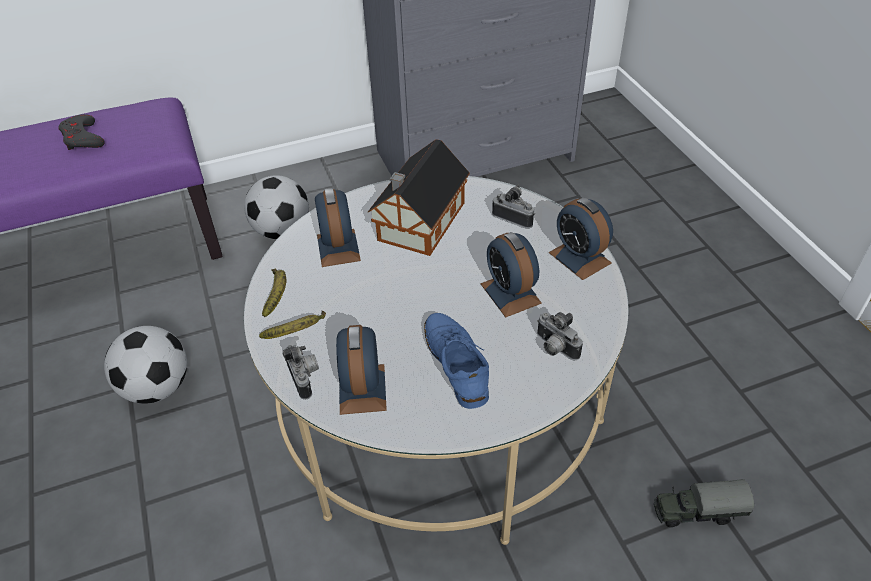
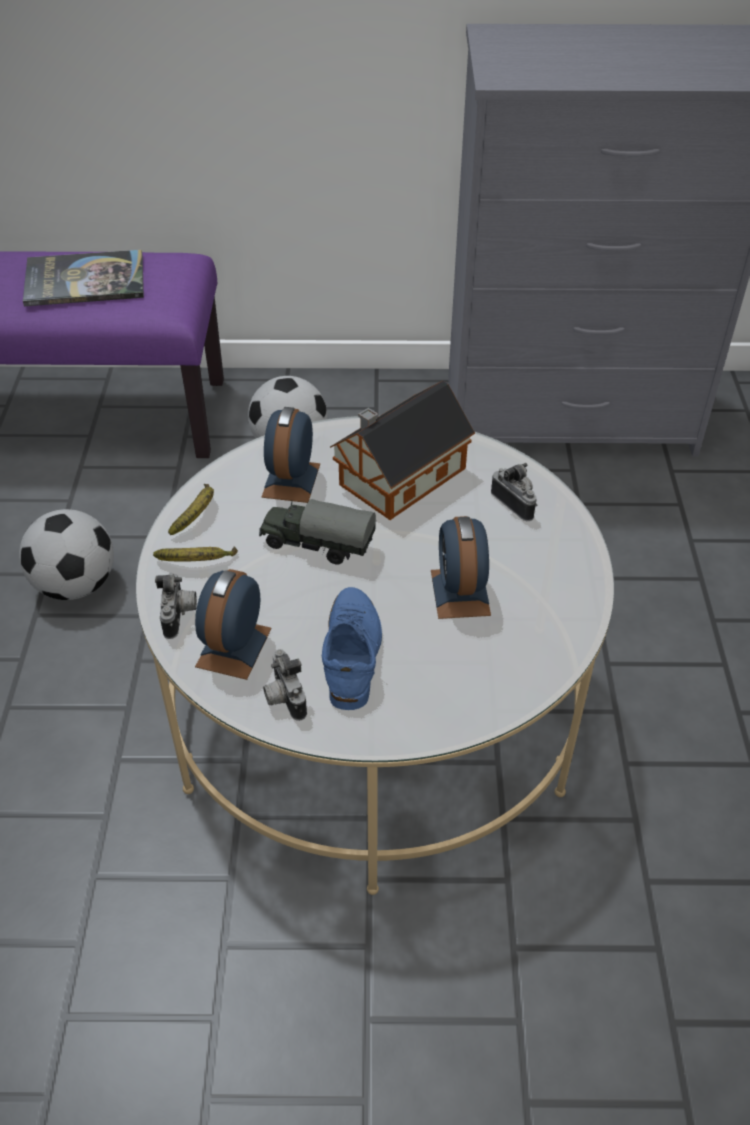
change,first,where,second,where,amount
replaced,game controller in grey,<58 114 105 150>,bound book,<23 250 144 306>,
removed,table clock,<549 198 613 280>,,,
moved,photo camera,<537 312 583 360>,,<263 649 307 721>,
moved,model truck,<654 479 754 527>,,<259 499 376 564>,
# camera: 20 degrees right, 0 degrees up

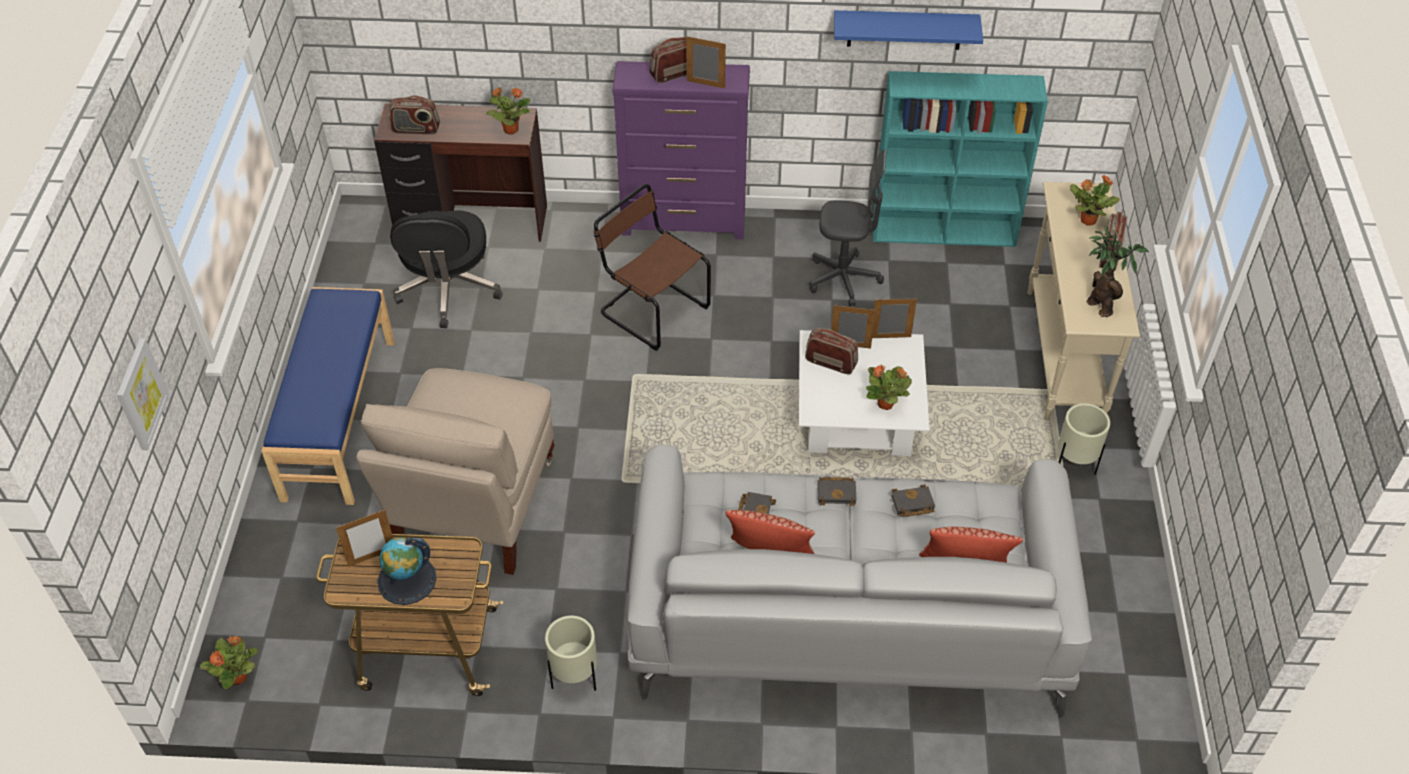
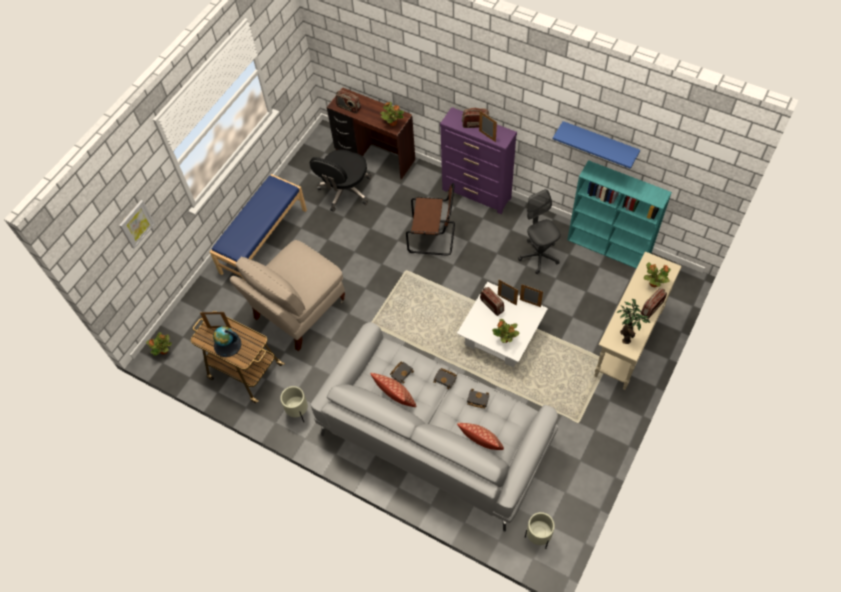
change,first,where,second,where,amount
turned,desk chair in grey,<810 149 886 306>,,<518 189 561 274>,150 degrees counterclockwise
turned,upright chair in brownish,<593 184 711 351>,,<406 183 455 256>,120 degrees clockwise
moved,plant pot in sand-coloured,<1058 403 1110 475>,,<525 512 555 549>,
# camera: 30 degrees right, 10 degrees up

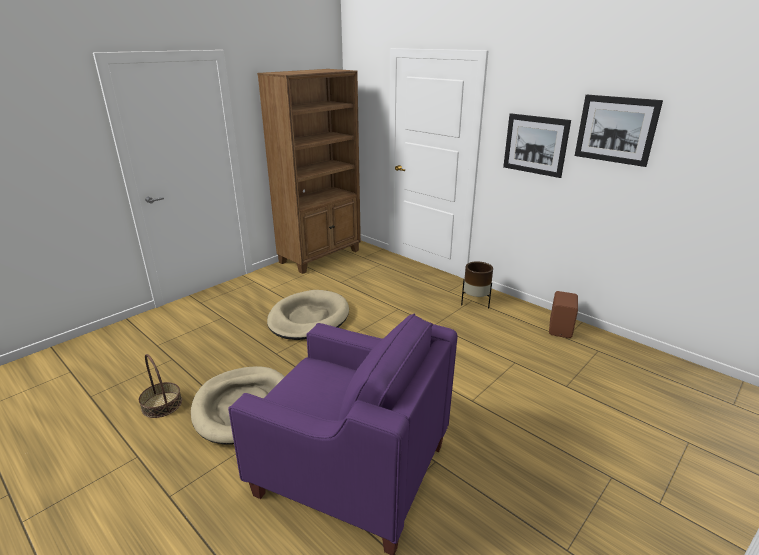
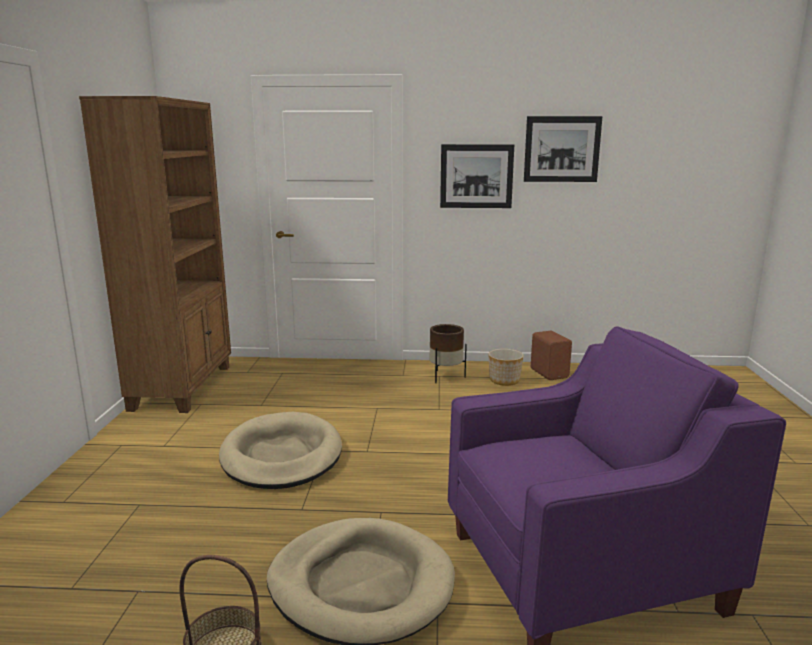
change,first,where,second,where,amount
added,,,plant pot,<488 349 524 386>,
# camera: 40 degrees left, 10 degrees down

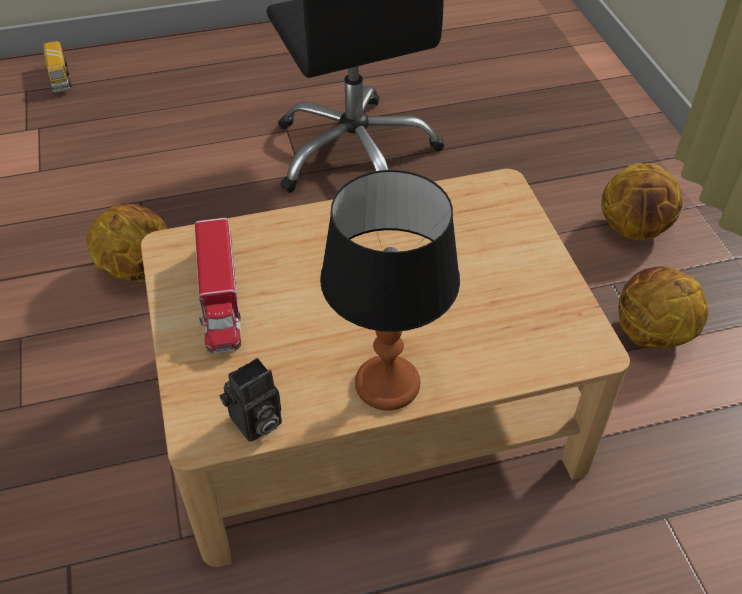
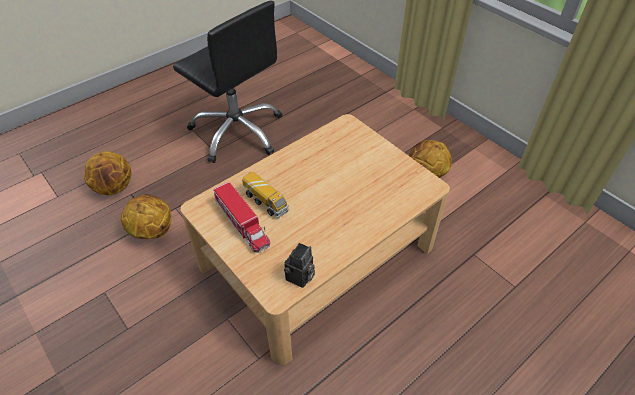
change,first,where,second,where,amount
moved,model truck,<43 41 72 93>,,<242 172 289 218>,
moved,ball for basketball,<601 163 683 240>,,<84 151 132 195>,
removed,table lamp,<320 170 460 411>,,,
# camera: 25 degrees left, 0 degrees up

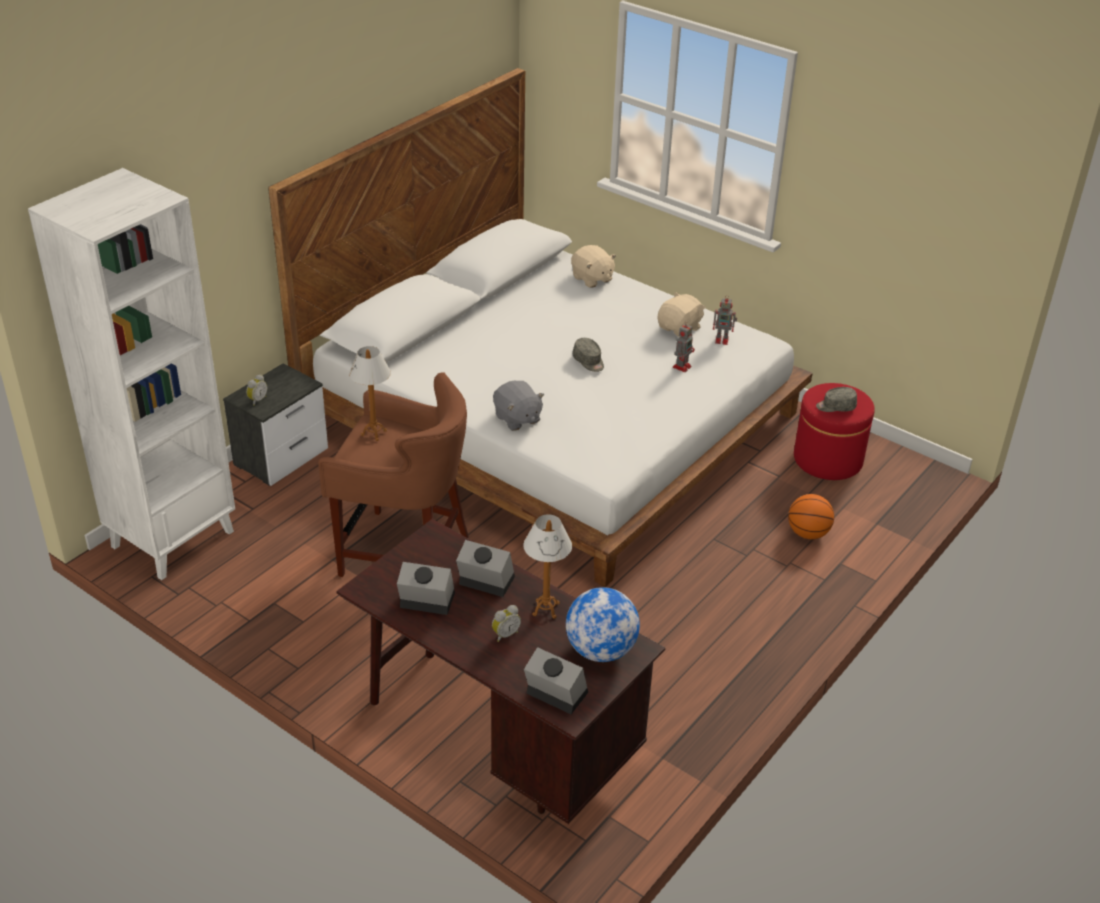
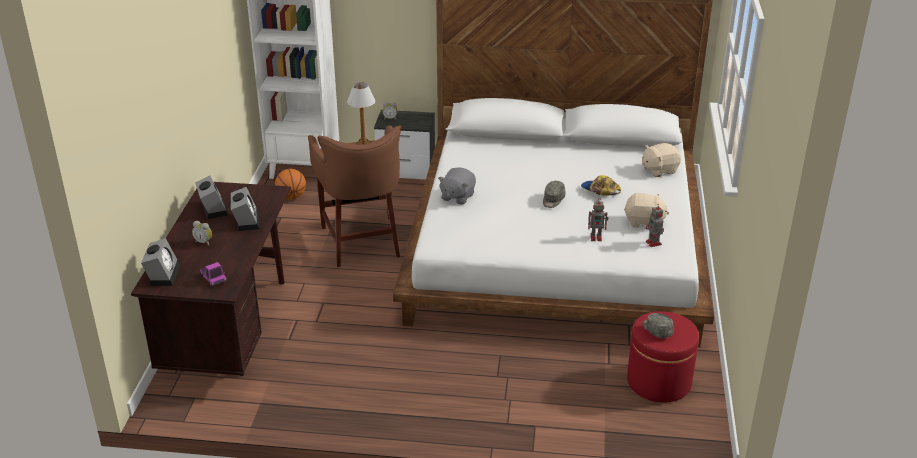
change,first,where,second,where,amount
turned,soft toy in sand-coloured,<571 245 616 288>,,<642 143 681 177>,45 degrees clockwise
moved,ball for basketball,<788 494 834 539>,,<275 169 306 199>,
removed,table lamp,<523 514 572 619>,,,
replaced,globe,<566 587 640 662>,model truck,<200 262 227 286>,
added,,,peaked cap,<581 175 621 196>,
# camera: 60 degrees right, 5 degrees down

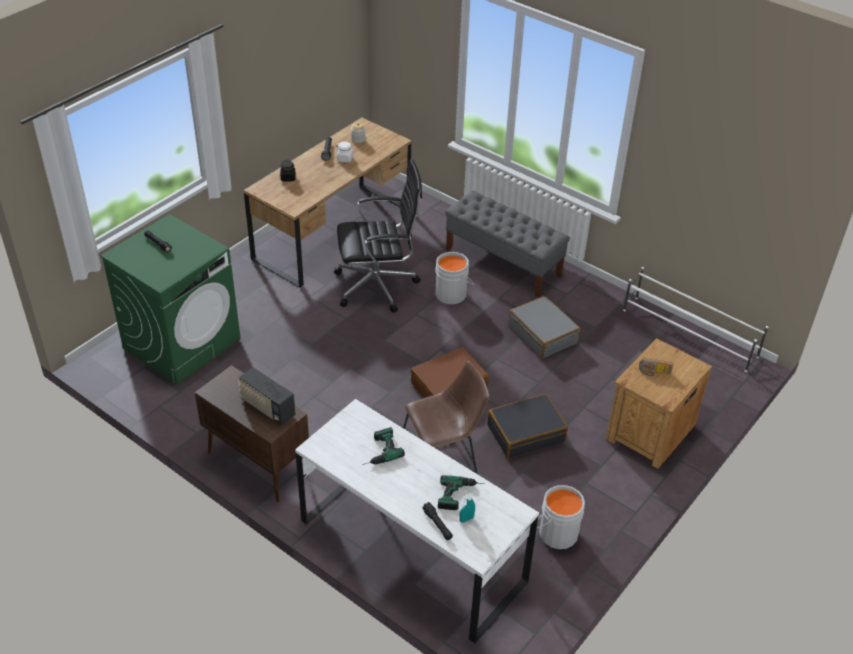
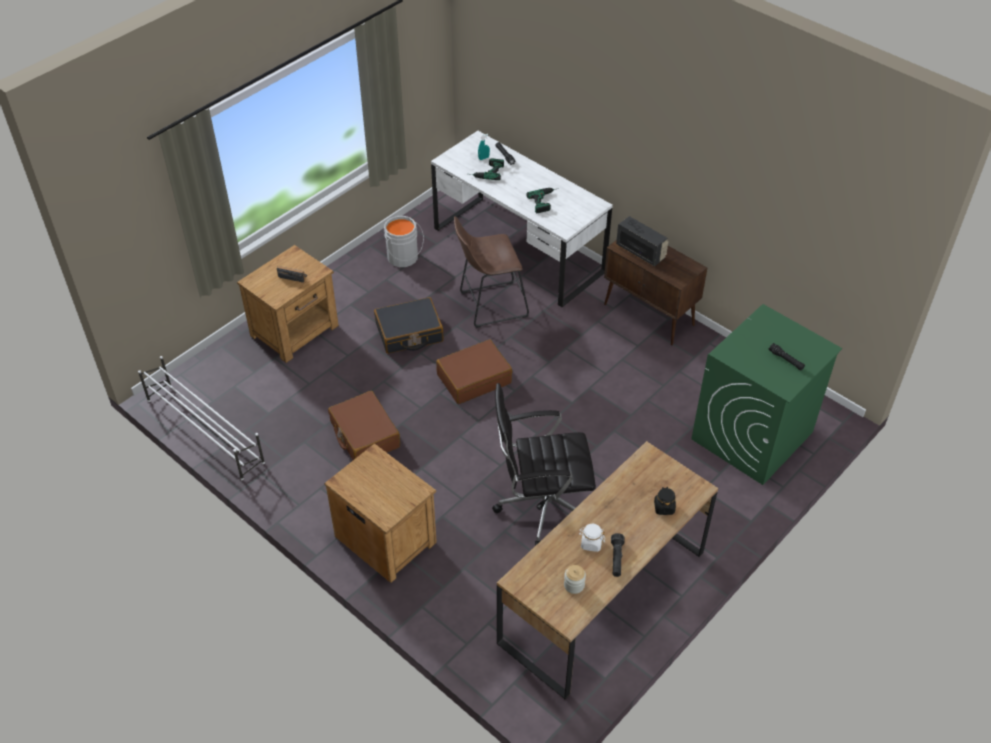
change,first,where,second,where,amount
replaced,indoor bench in grey,<445 191 570 297>,night table in brownish,<324 443 437 583>,
removed,pail in grey,<435 252 474 304>,,,
recoloured,piece of luggage in grey,<508 296 581 358>,piece of luggage in brownish,<328 391 400 460>,
# camera: 175 degrees left, 5 degrees up

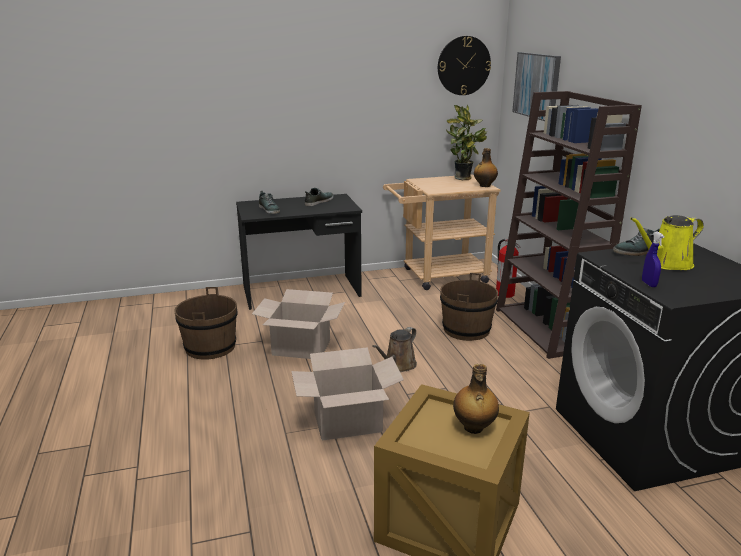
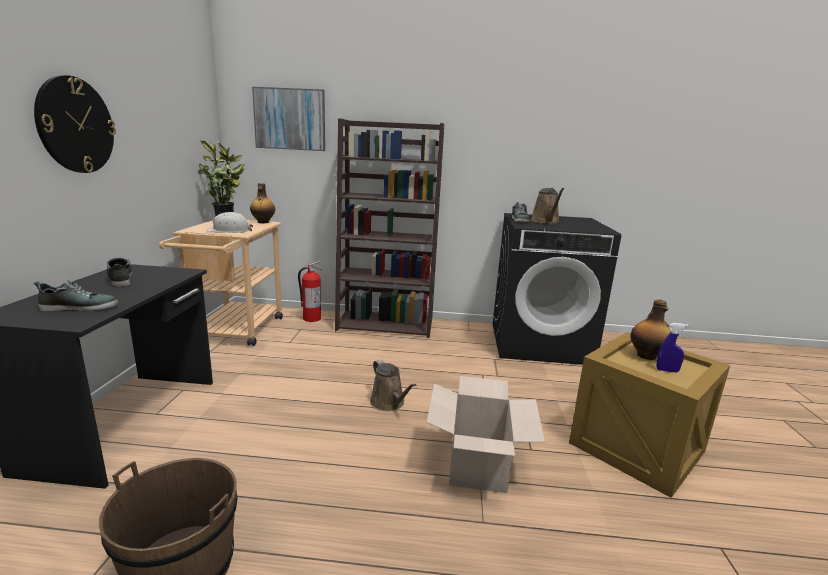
change,first,where,second,where,amount
moved,wall clock,<438 36 491 95>,,<34 75 116 173>,
recoloured,sprinkling can in yellowish,<630 215 704 270>,sprinkling can in brownish,<530 188 564 224>,
moved,sprayer in bluish,<642 231 665 287>,,<656 323 689 373>,
removed,pail in brownish,<440 273 498 341>,,,
removed,carton,<252 289 345 359>,,,
added,,,hard hat in white,<206 212 253 233>,
# camera: 70 degrees left, 5 degrees down

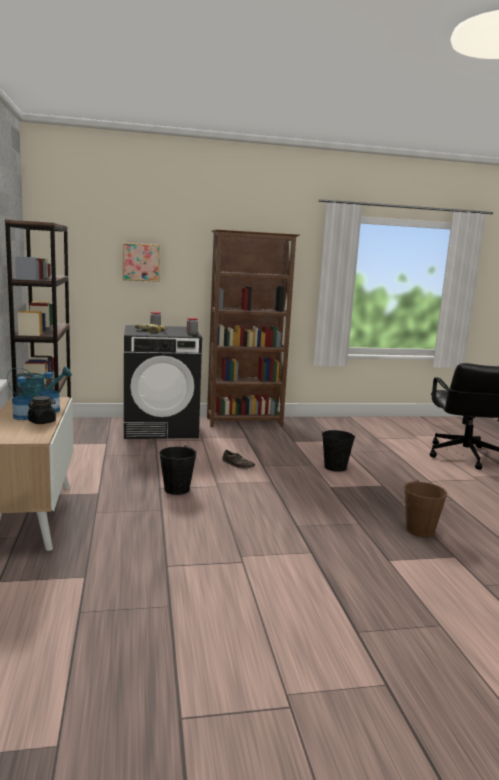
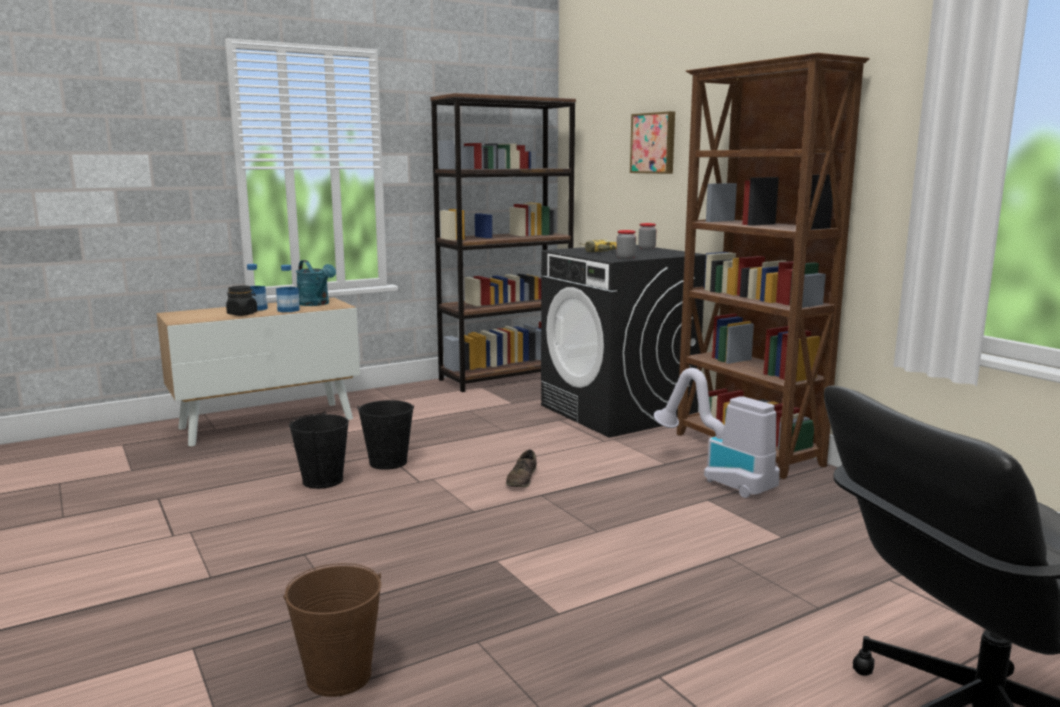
change,first,where,second,where,amount
moved,pail in black,<322 430 355 472>,,<289 411 349 489>,
added,,,hoover,<654 368 780 498>,
# camera: 70 degrees right, 0 degrees up

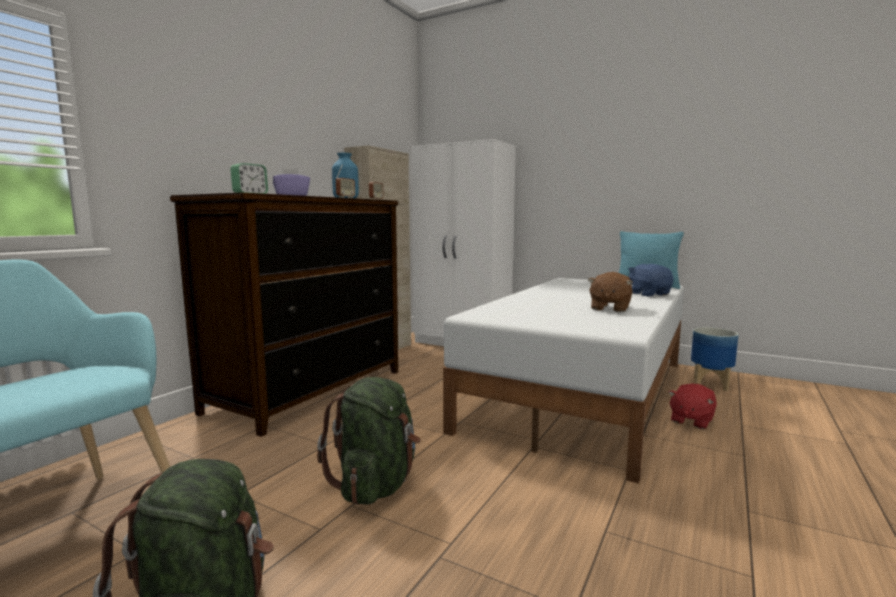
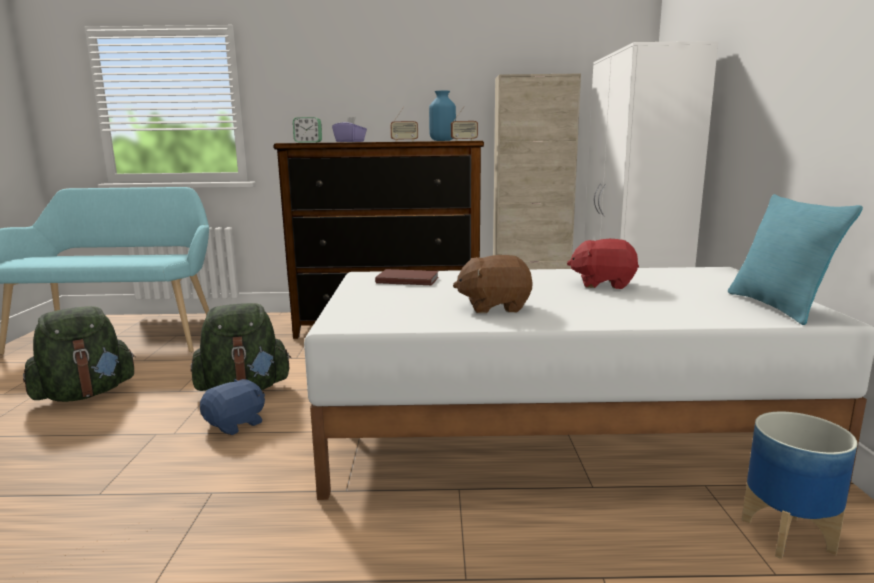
change,first,where,second,where,amount
moved,soft toy in bluish,<628 264 673 296>,,<200 379 265 435>,
moved,soft toy in red-coloured,<668 384 717 429>,,<567 239 639 289>,
added,,,bound book in brownish,<375 269 439 285>,
# camera: 60 degrees right, 5 degrees up

